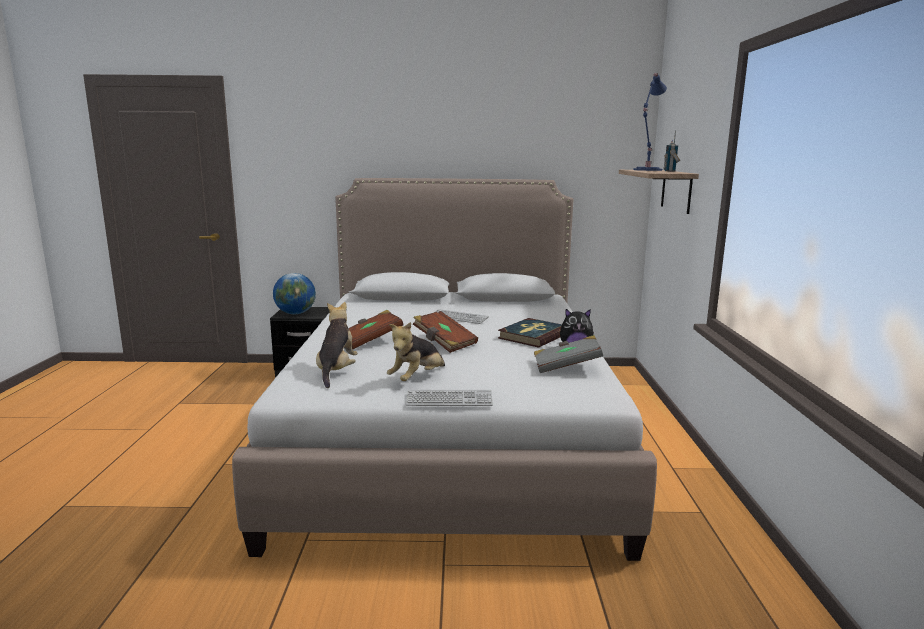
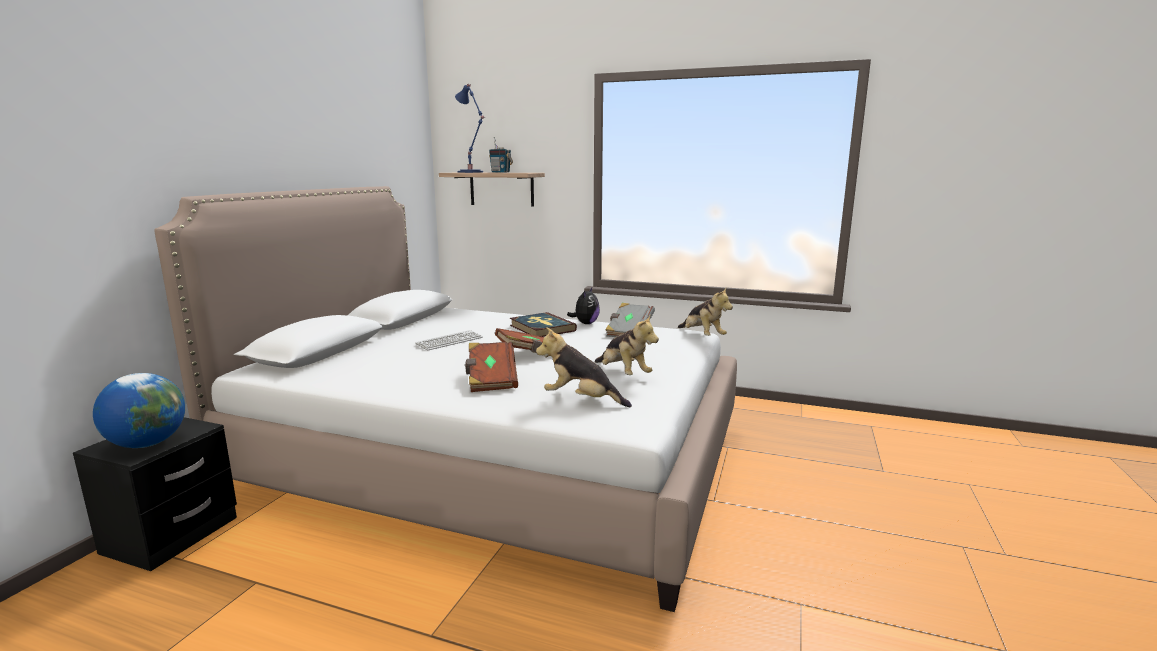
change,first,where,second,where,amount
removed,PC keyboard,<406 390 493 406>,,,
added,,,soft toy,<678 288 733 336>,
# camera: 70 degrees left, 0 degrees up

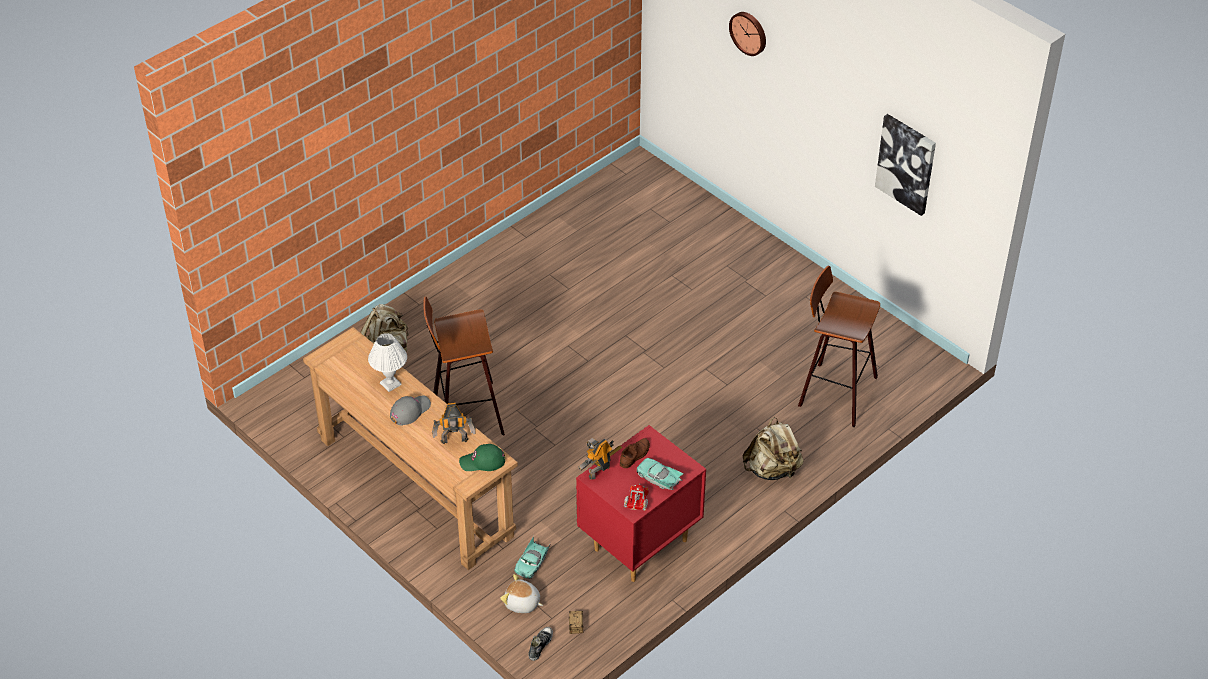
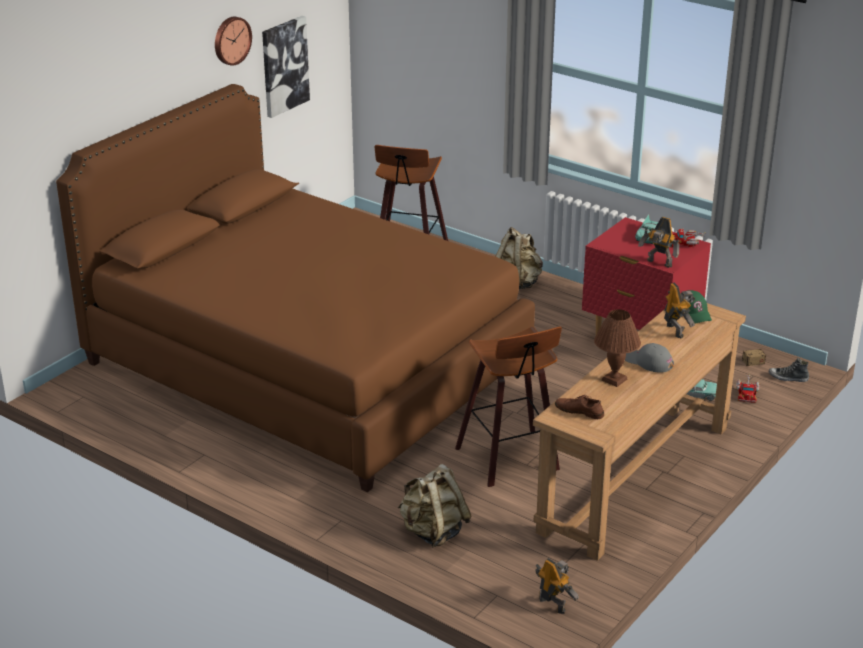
change,first,where,second,where,amount
moved,wall clock,<729 12 766 56>,,<215 16 252 66>,
recoloured,table lamp in white,<368 333 407 392>,table lamp in brownish,<594 310 641 387>,
moved,shoe in brownish,<620 438 650 468>,,<555 395 604 419>,
replaced,soft toy,<500 574 543 613>,model truck,<736 374 759 403>,
added,,,bed in brownish,<56 84 535 492>,
added,,,robot figure,<535 558 579 614>,
# camera: 100 degrees left, 15 degrees down

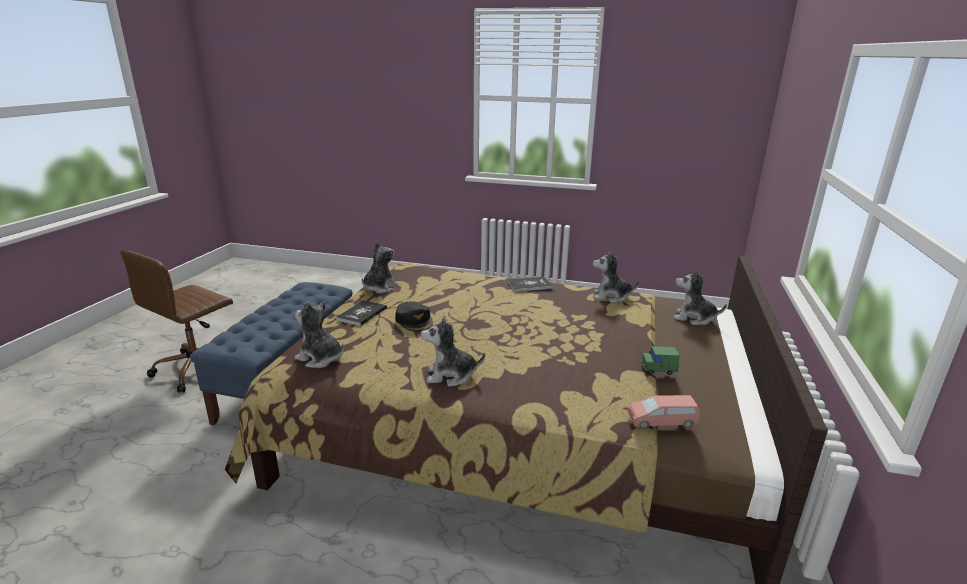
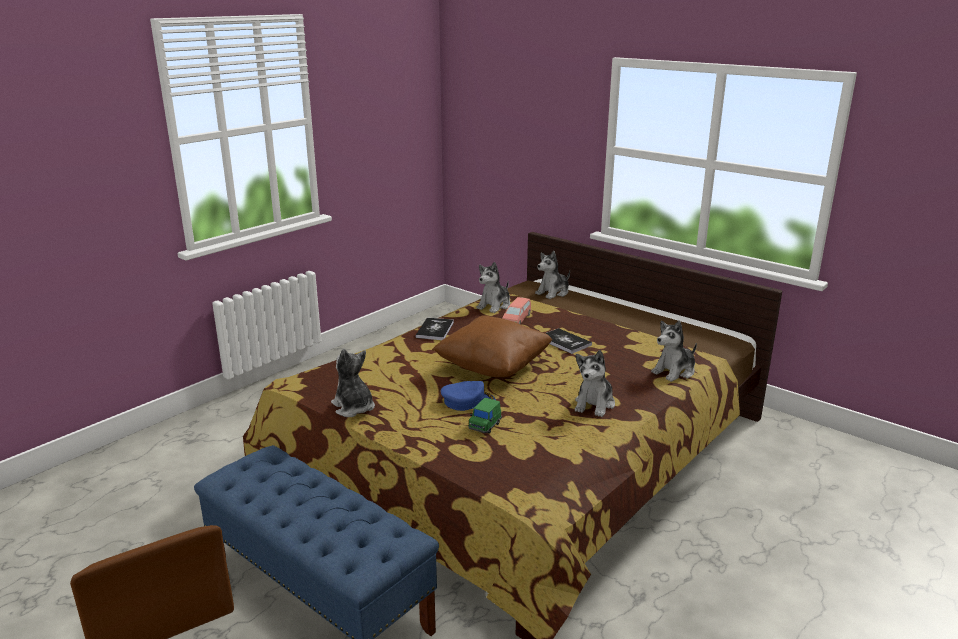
change,first,where,second,where,amount
moved,bound book,<336 300 387 326>,,<545 328 592 354>,
moved,soft toy,<295 301 344 368>,,<651 320 697 382>,
recoloured,peaked cap in black,<395 301 433 332>,peaked cap in bluish,<441 381 496 411>,
moved,model car in greenish,<641 346 679 375>,,<468 398 502 434>,
moved,model car in pink-coloured,<627 395 700 429>,,<502 297 531 324>,
added,,,pillow in brownish,<432 315 552 377>,
# camera: 65 degrees left, 0 degrees up

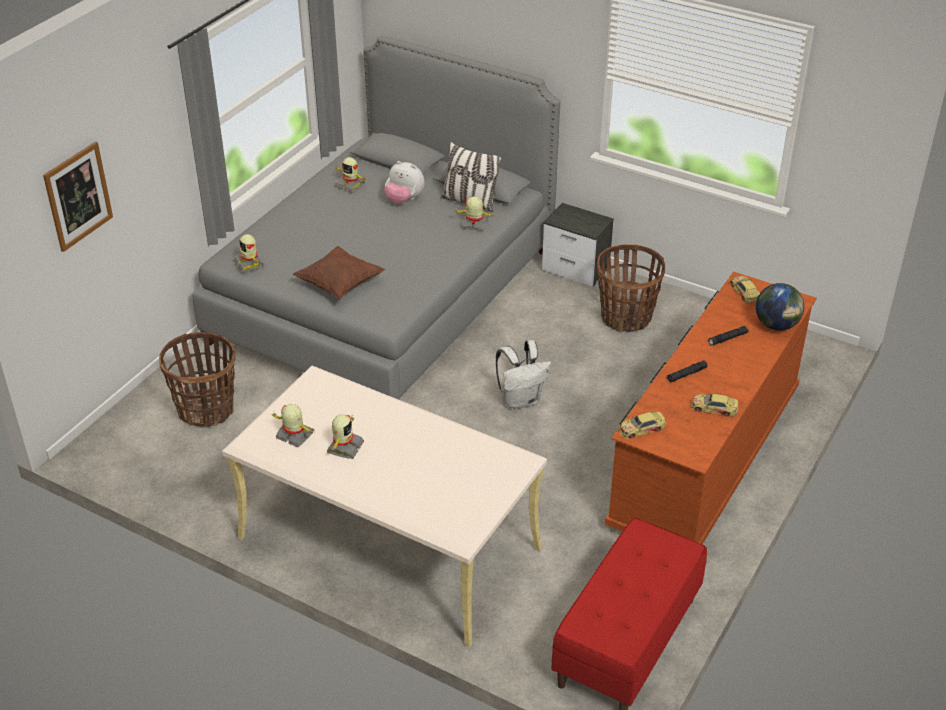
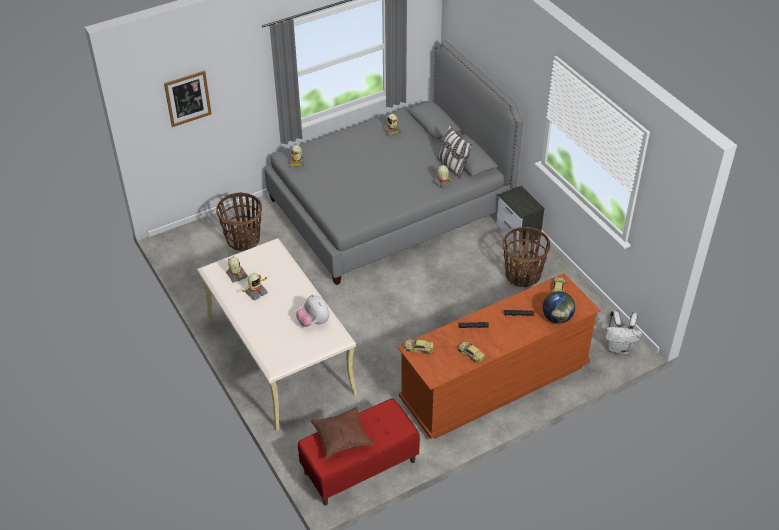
change,first,where,second,where,amount
moved,soft toy,<384 161 425 204>,,<296 294 330 327>,
moved,pillow in brownish,<293 246 385 300>,,<310 407 374 459>,
moved,backpack in white,<496 340 551 410>,,<605 310 642 354>,
# camera: 30 degrees right, 5 degrees up

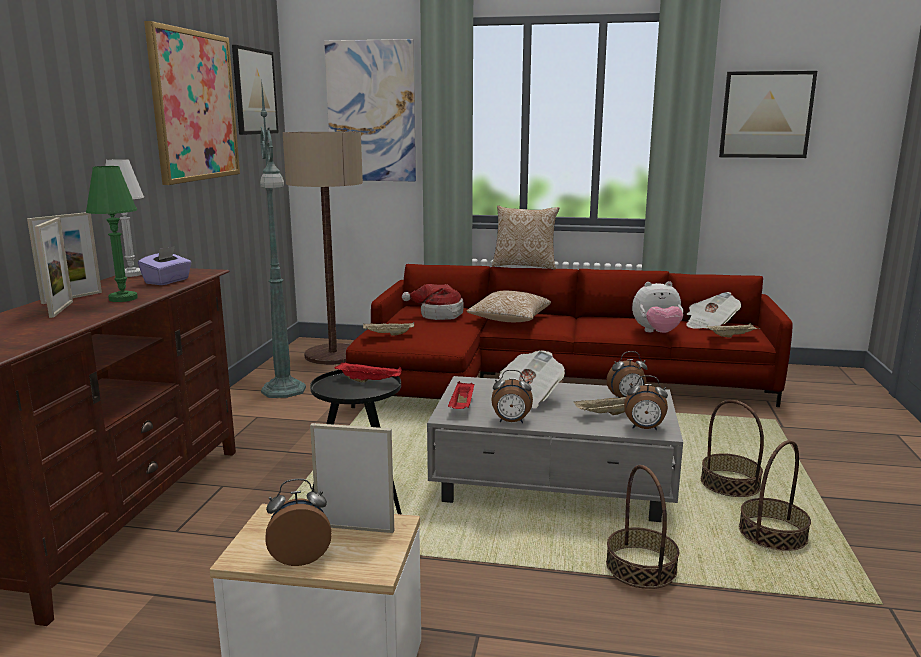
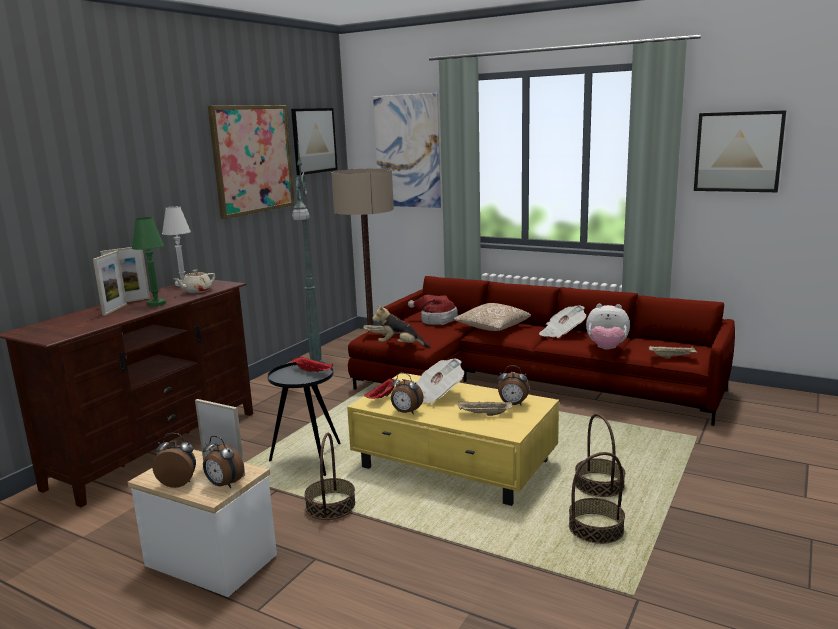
change,first,where,second,where,amount
removed,pillow,<492 206 559 270>,,,
replaced,tissue holder in purple-coloured,<138 246 192 285>,teapot in sand-coloured,<174 270 215 293>,
moved,newspaper,<686 292 741 329>,,<539 305 586 338>,
moved,table clock,<624 375 668 430>,,<203 436 244 488>,
recoloured,coffee table in grey,<427 376 683 522>,coffee table in yellowish,<347 374 559 506>,
moved,storage basket,<606 465 679 589>,,<304 433 356 520>,
added,,,soft toy,<372 305 430 347>,
# camera: 20 degrees right, 0 degrees up

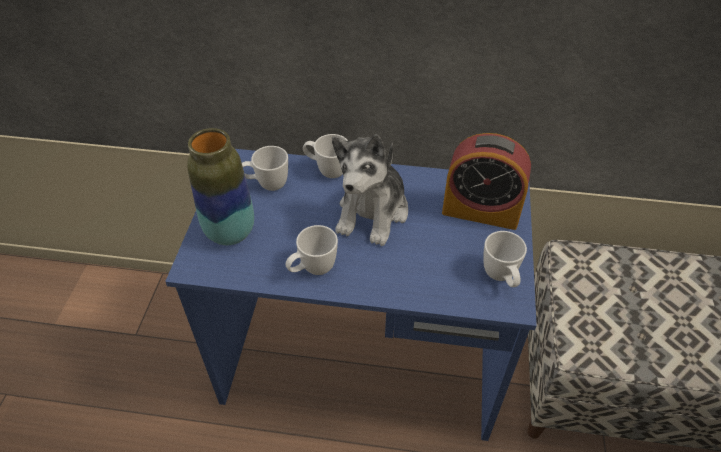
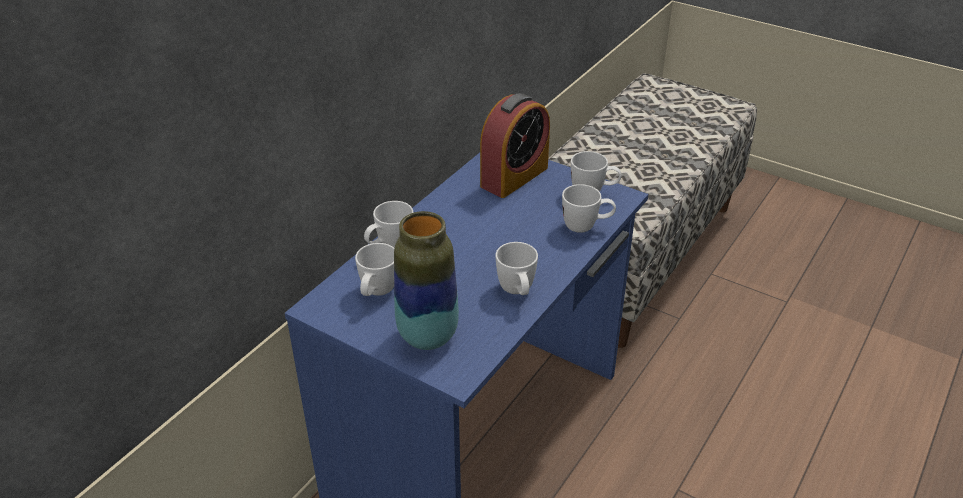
change,first,where,second,where,amount
removed,soft toy,<332 134 408 246>,,,
added,,,coffee mug in white,<562 184 616 233>,
# camera: 65 degrees left, 10 degrees down

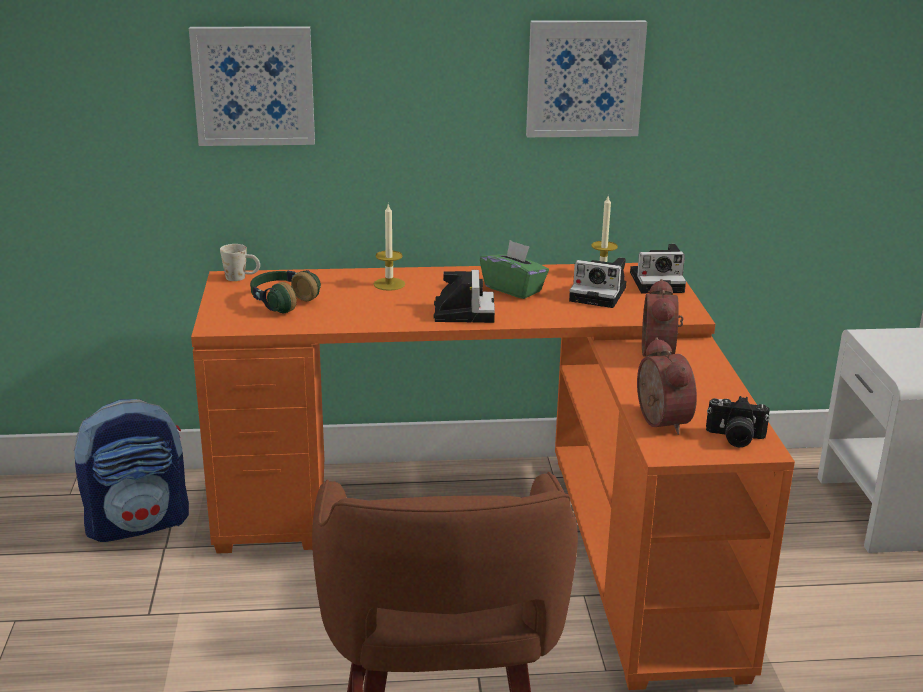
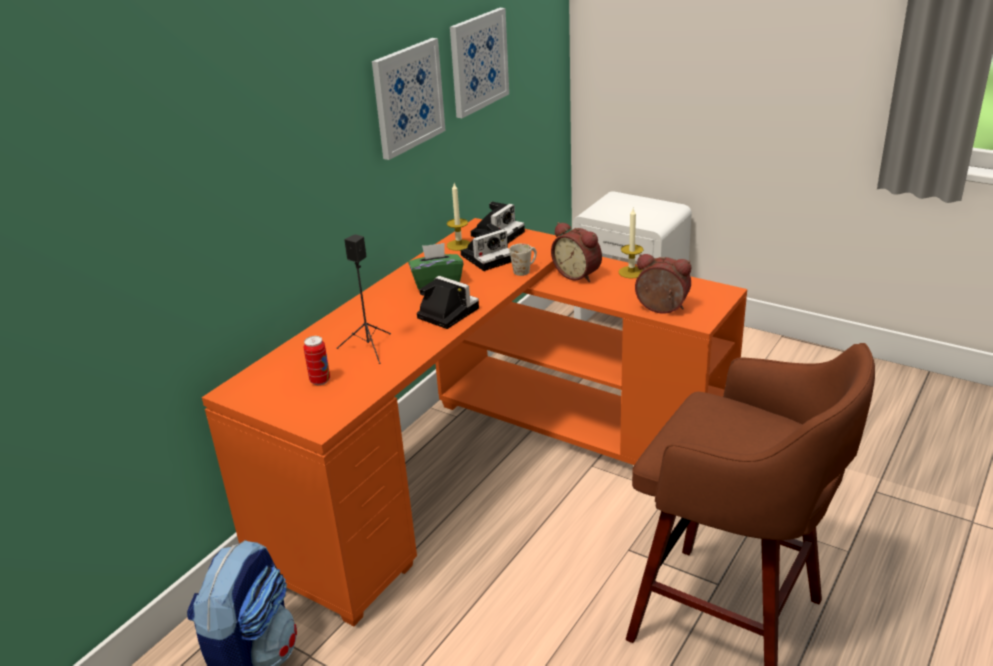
change,first,where,second,where,amount
moved,wall picture,<189 26 315 146>,,<450 8 509 118>,
moved,wax candle,<374 203 405 291>,,<618 208 644 279>,
moved,coffee mug in white,<220 244 260 281>,,<509 244 537 276>,
replaced,headphones,<250 270 321 313>,sealed can,<303 336 330 385>,
removed,photo camera,<706 396 770 447>,,,
added,,,loudspeaker in black,<337 234 391 364>,
# camera: 50 degrees left, 5 degrees up

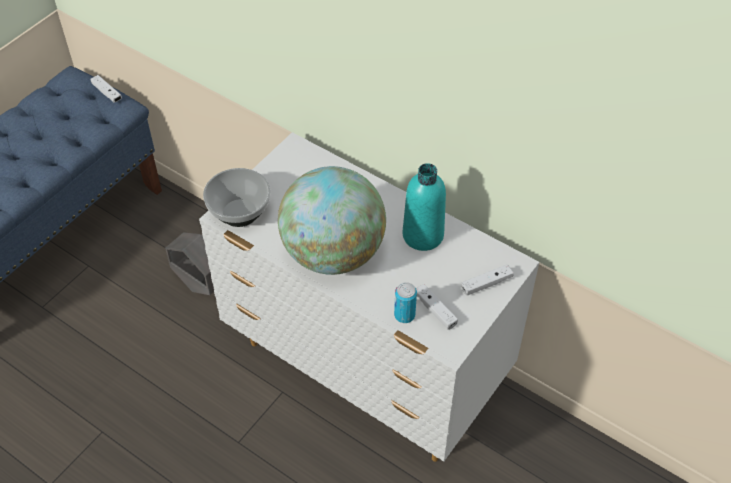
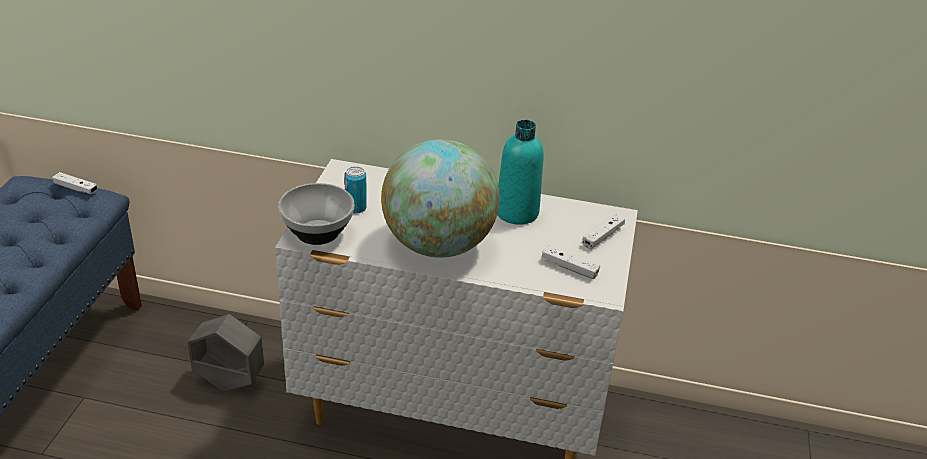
change,first,where,second,where,amount
moved,sealed can,<394 282 417 323>,,<344 166 367 214>,
# camera: 25 degrees left, 15 degrees down

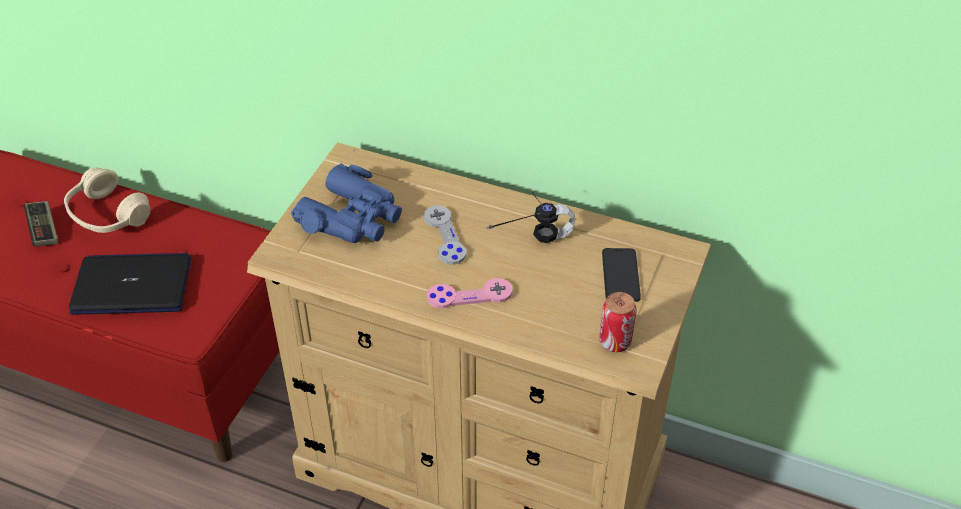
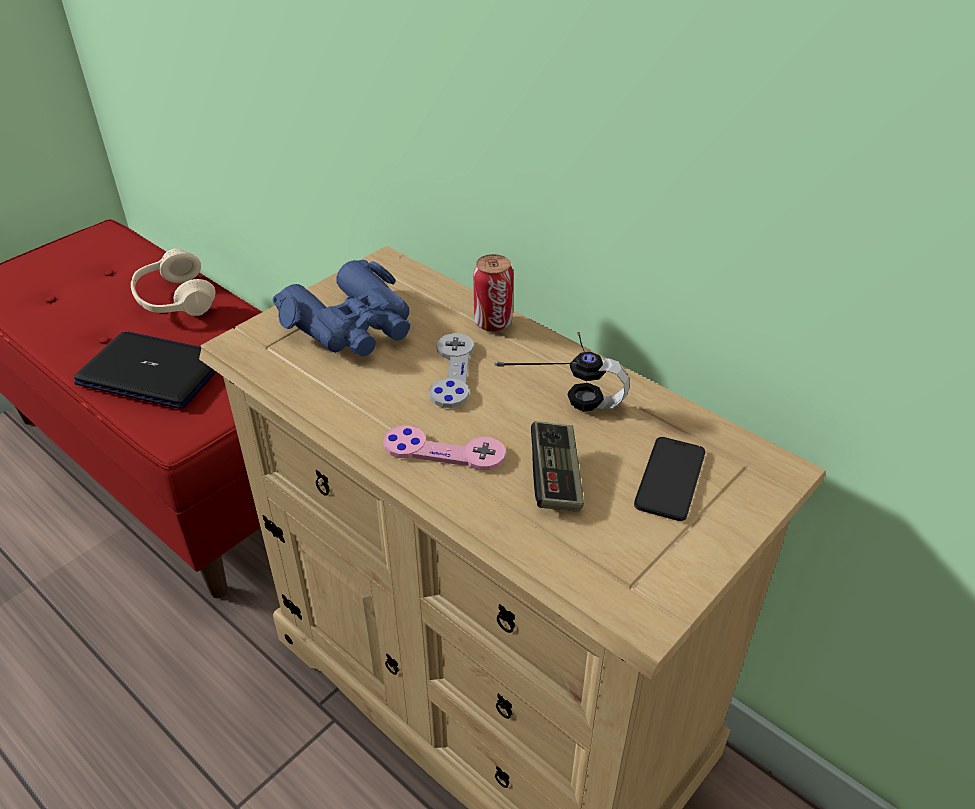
change,first,where,second,where,amount
moved,game controller,<24 201 58 247>,,<531 421 584 512>,
moved,sealed can,<599 292 637 352>,,<473 254 514 332>,
# camera: 20 degrees right, 5 degrees down

